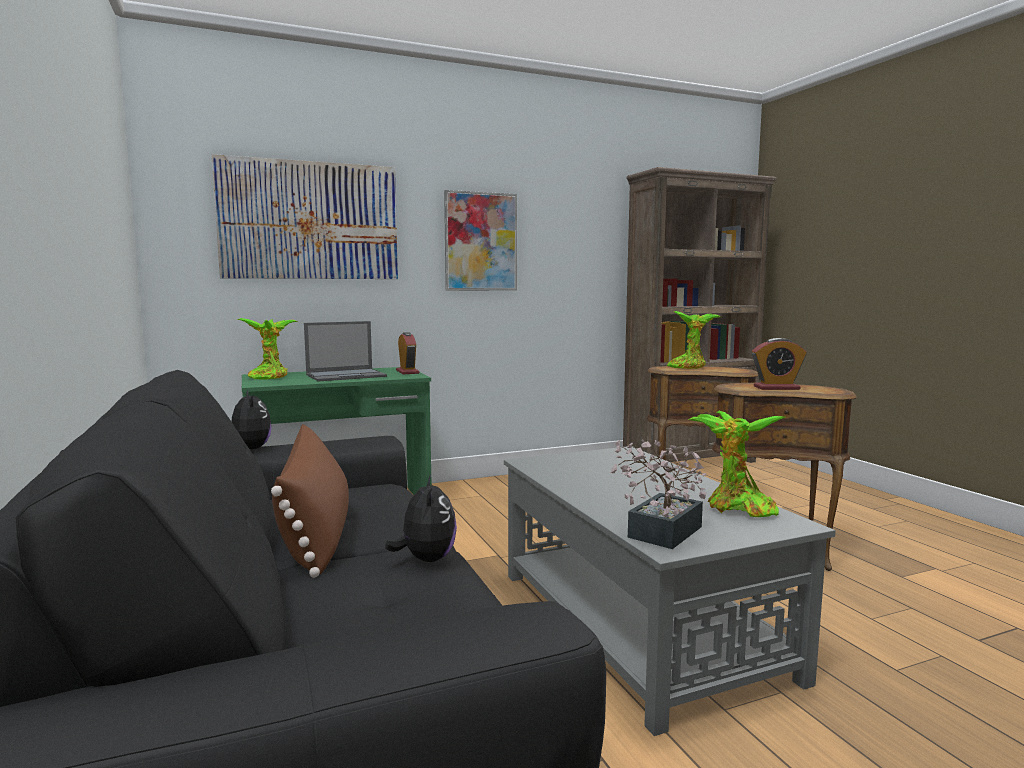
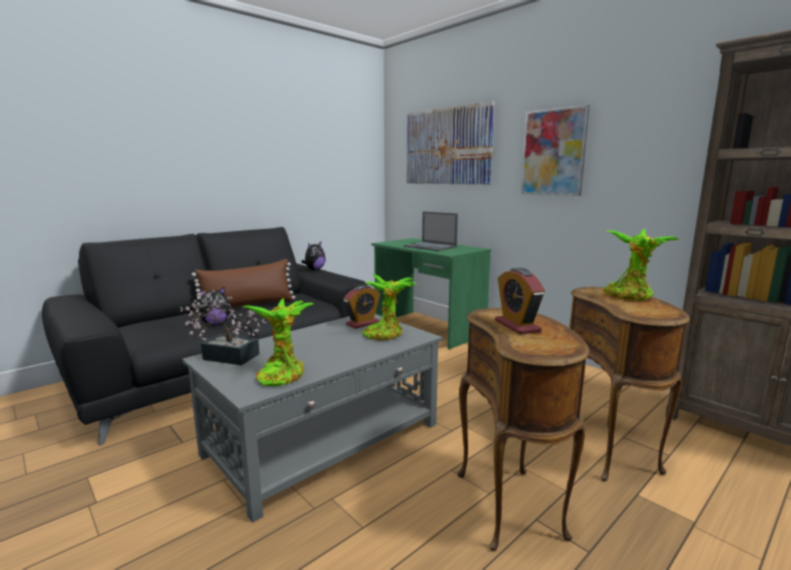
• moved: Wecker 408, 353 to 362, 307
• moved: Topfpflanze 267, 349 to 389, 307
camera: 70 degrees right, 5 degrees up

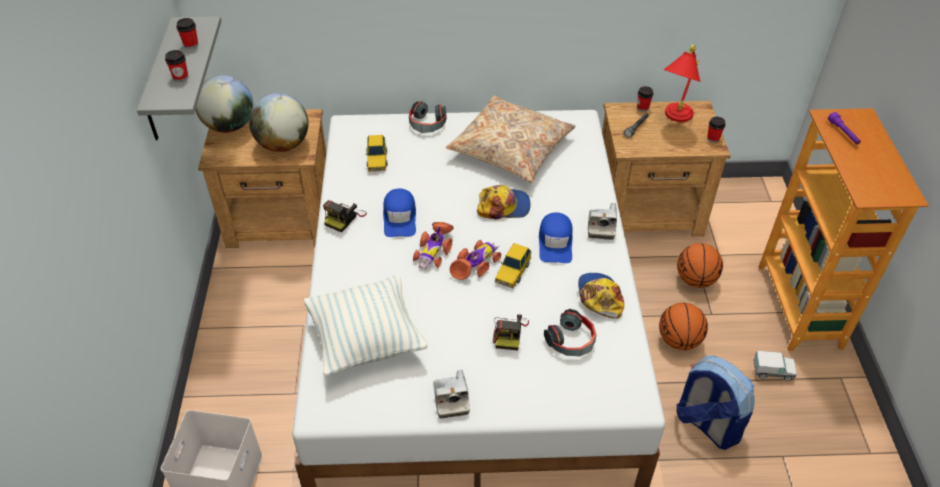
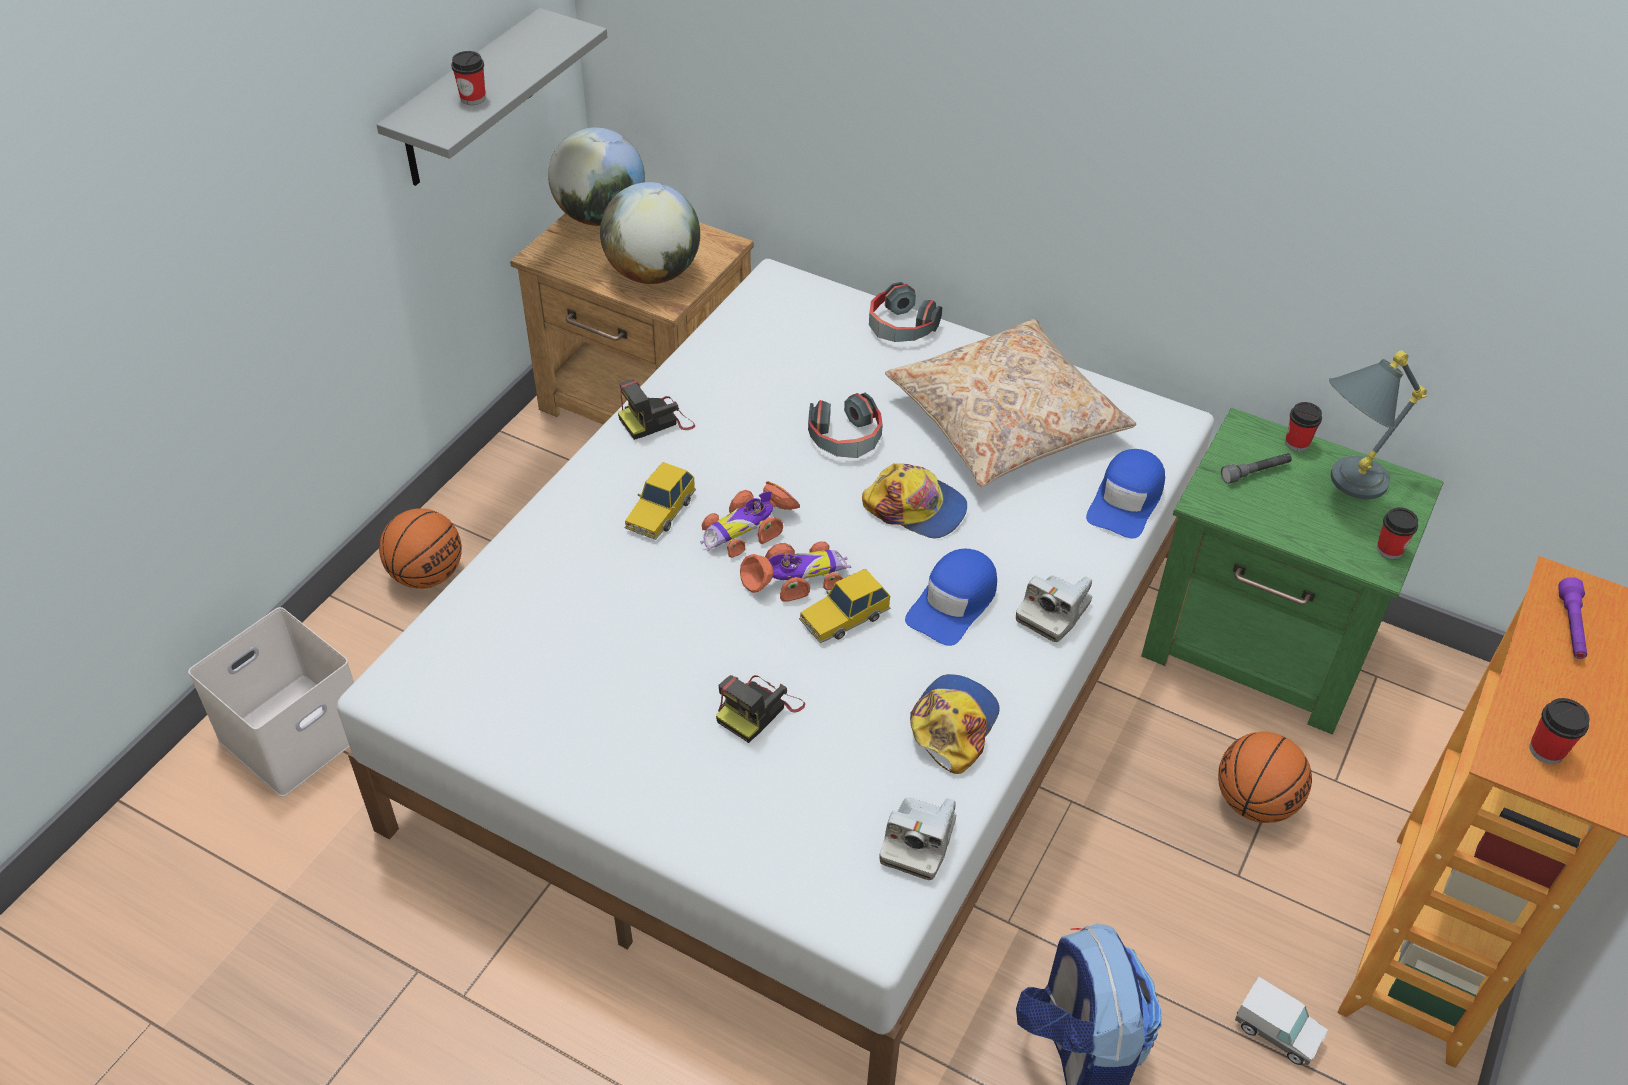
• moved: Basketball 683, 326 to 420, 548
• moved: Spielzeugauto 377, 153 to 660, 501
• moved: Kopfhörer 570, 332 to 845, 425
• moved: Kamera 451, 394 to 918, 838
• moved: Kappe [blau] 399, 212 to 1125, 494
• recoloured: Nachttisch [braun] 666, 168 to Nachttisch [grün] 1292, 571
• recoloured: Tischlampe [rot] 682, 83 to Tischlampe [grau] 1378, 424
• moved: Tasse 187, 33 to 1559, 731
• removed: Kissen 365, 325
camera: 30 degrees right, 0 degrees up

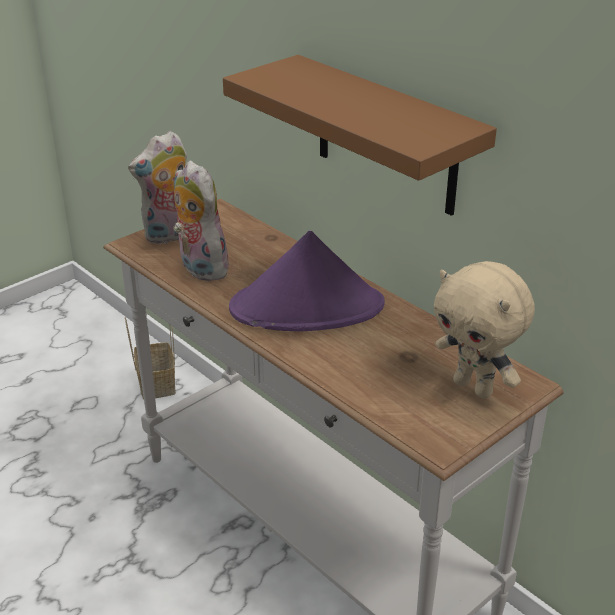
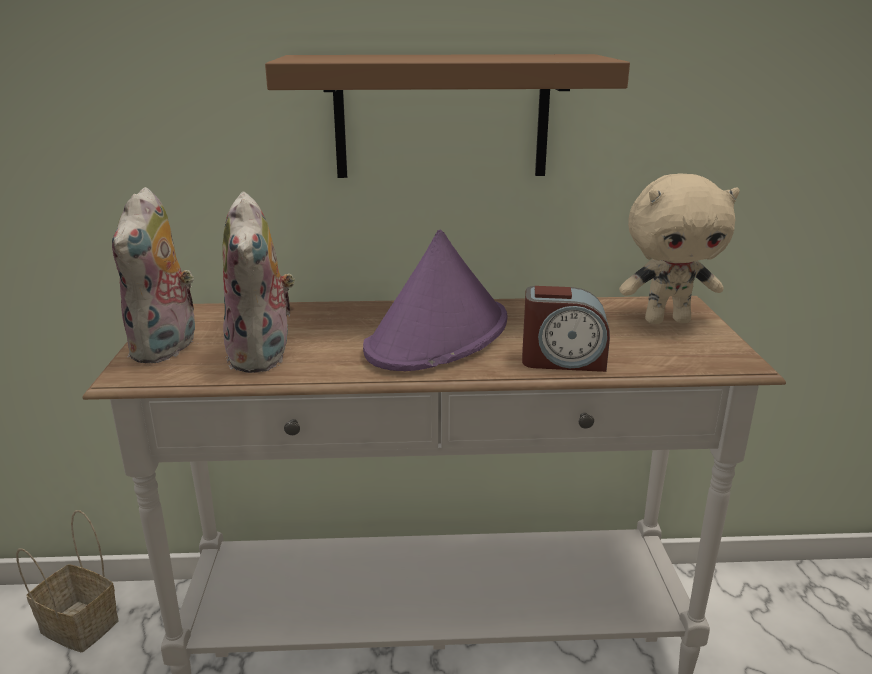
• turned: Plüschtier 201, 221 = 258, 282 105 degrees counterclockwise
• added: Wecker 566, 329
camera: 50 degrees left, 10 degrees down

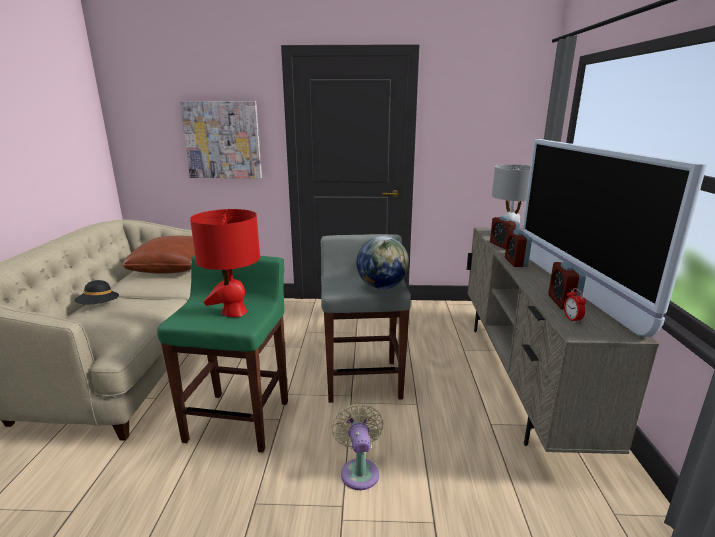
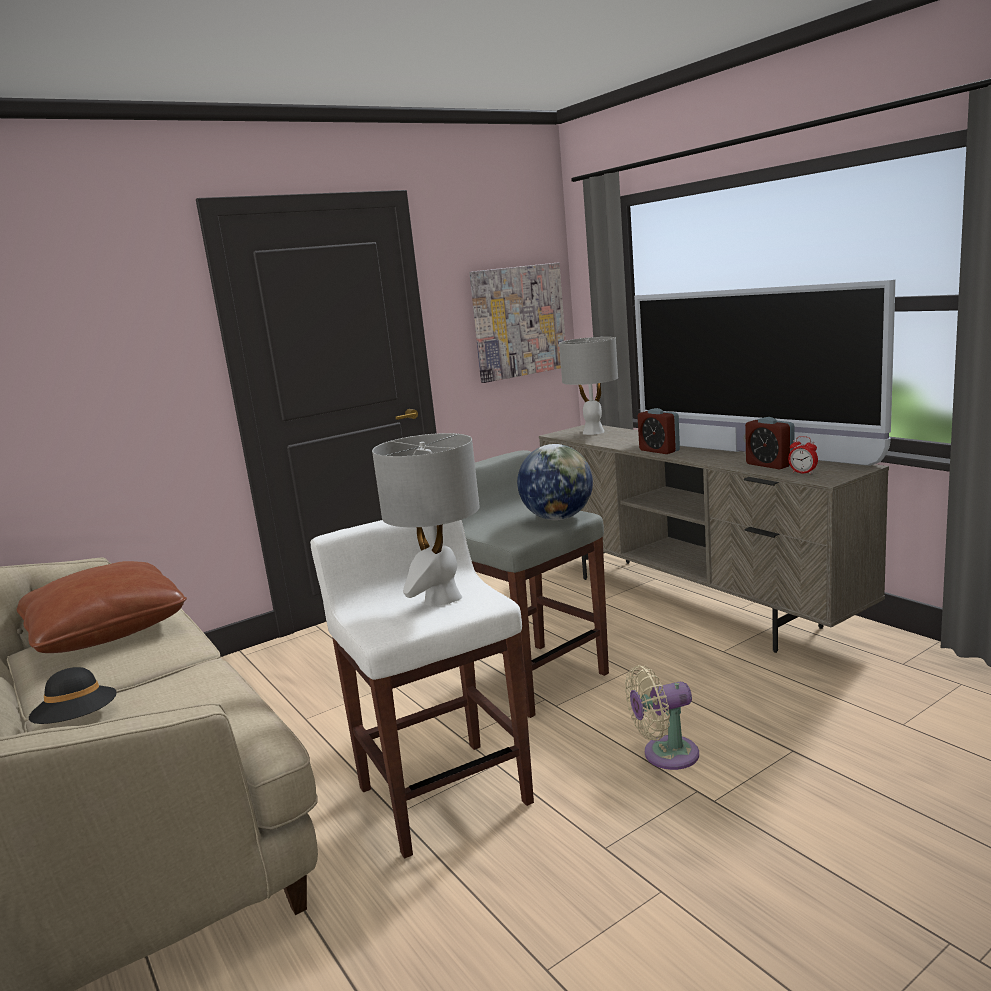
• recoloured: Hocker [grün] 222, 354 to Hocker [weiß] 422, 689
• recoloured: Tischlampe [rot] 225, 263 to Tischlampe [grau] 426, 519
• moved: Bild 221, 139 to 517, 322
• turned: Ventilator [beige] 358, 446 = 662, 717 60 degrees counterclockwise
• removed: Wecker 505, 233
camera: 35 degrees left, 5 degrees down

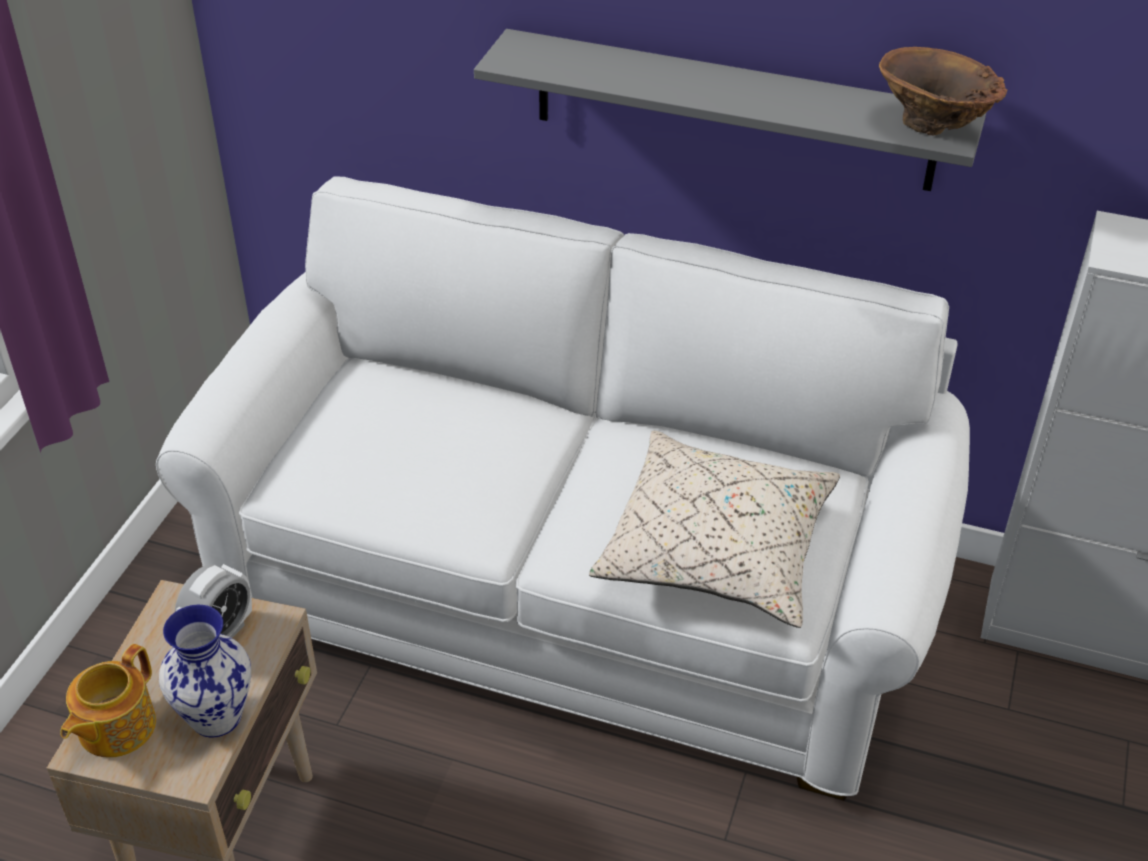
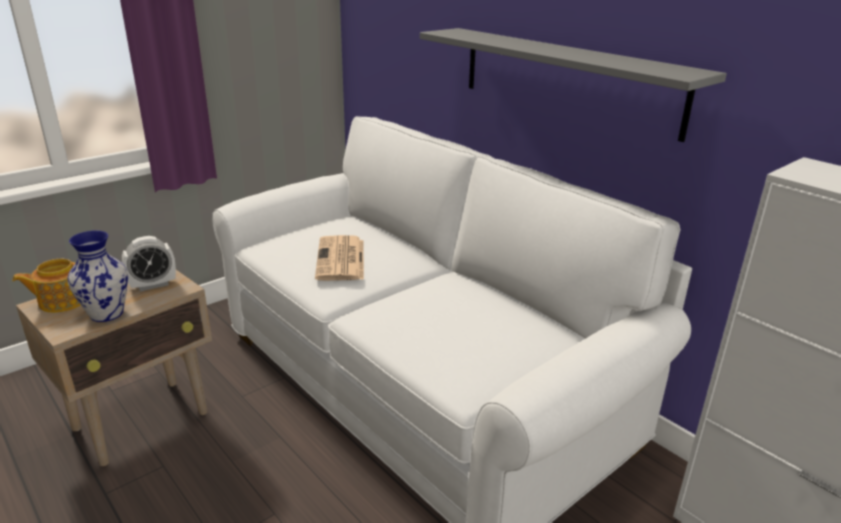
• added: Zeitung 339, 258
• removed: Kissen [beige] 714, 529
• removed: Vase [braun] 943, 91
camera: 30 degrees right, 15 degrees down

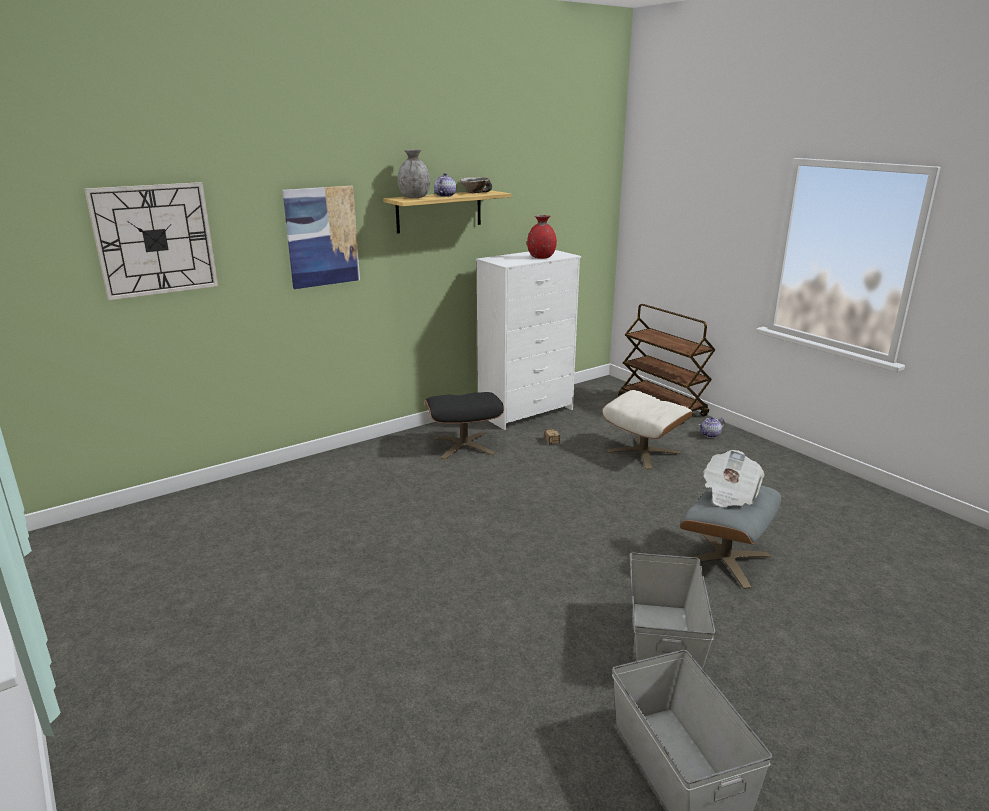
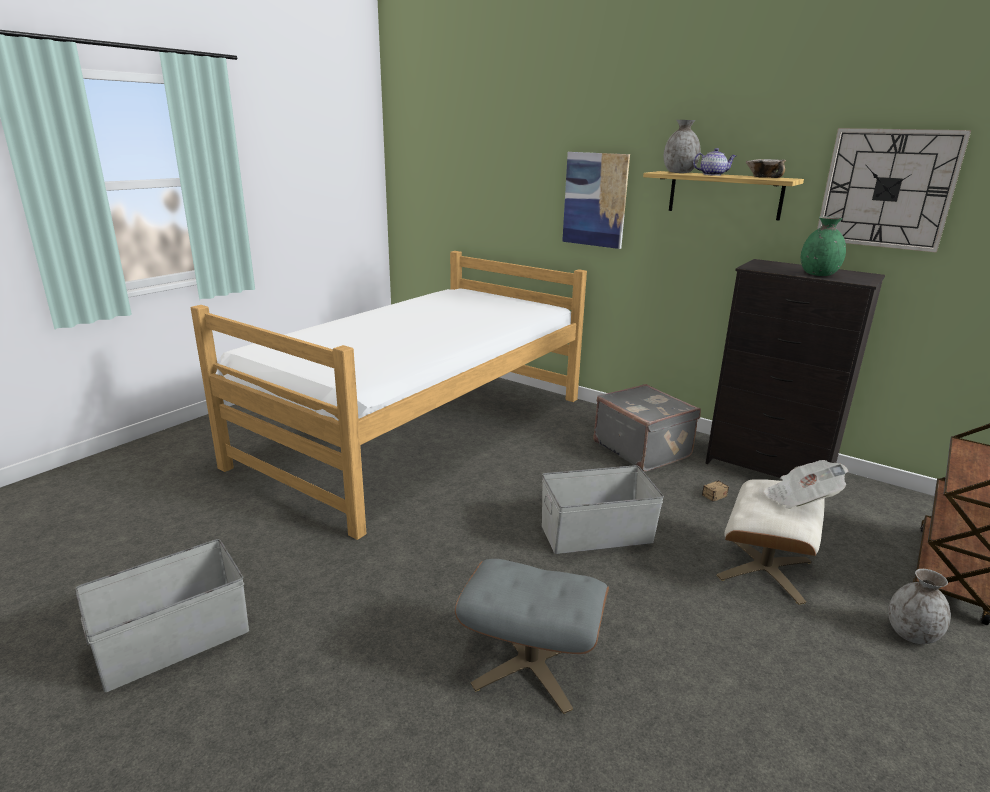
• added: Bett 389, 395
• moved: Aufbewahrungsbox [grau] 672, 611 to 603, 509
• replaced: Polsterhocker [schwarz] 464, 426 to Koffer [grau] 647, 427
• recoloured: Kommode [weiß] 528, 340 to Kommode [schwarz] 795, 368
• moved: Zeitung 733, 478 to 806, 484
• recoloured: Vase [rot] 542, 237 to Vase [grün] 823, 246
• moved: Wanduhr 151, 241 to 894, 190
• replaced: Teekanne 712, 427 to Vase [grau] 919, 606
camera: 70 degrees right, 0 degrees up

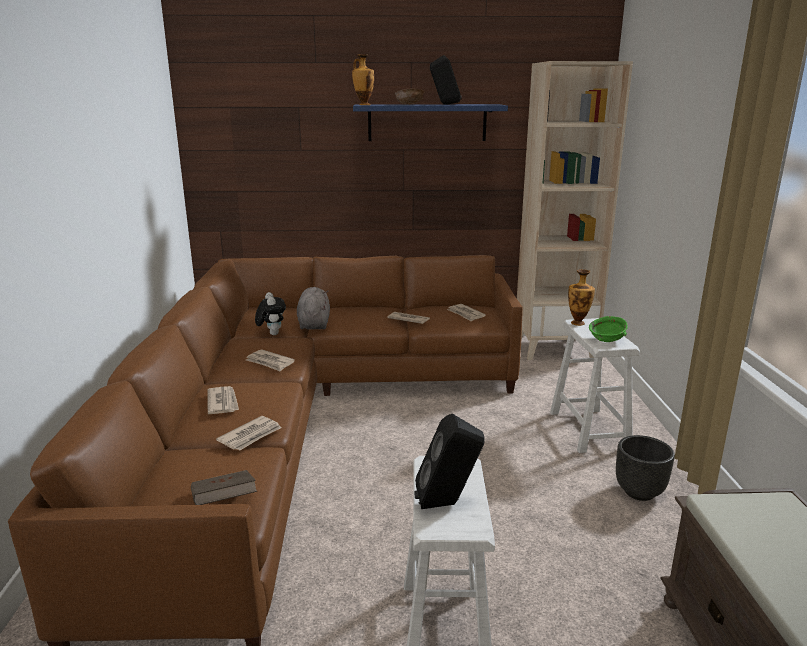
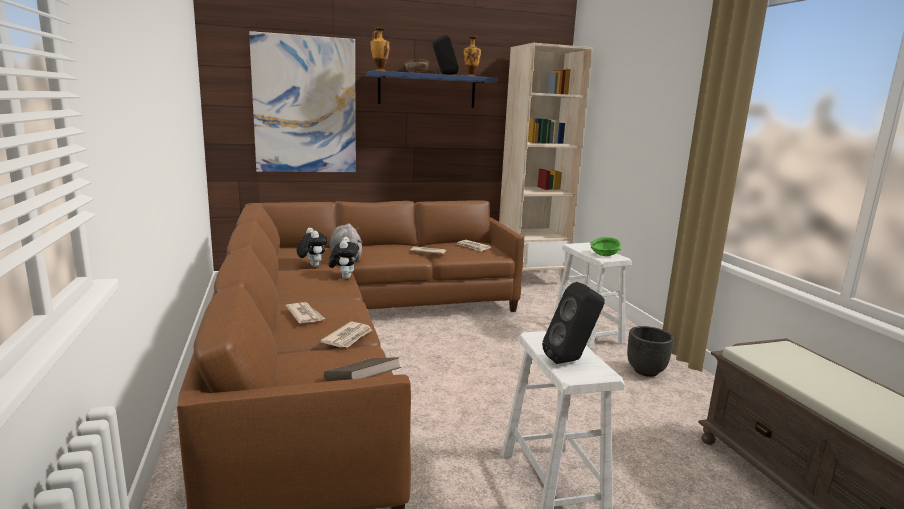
• added: Bild 302, 101
• added: Plüschtier 344, 258
• moved: Vase 581, 297 to 472, 56
• removed: Zeitung 270, 360
camera: 15 degrees left, 5 degrees down

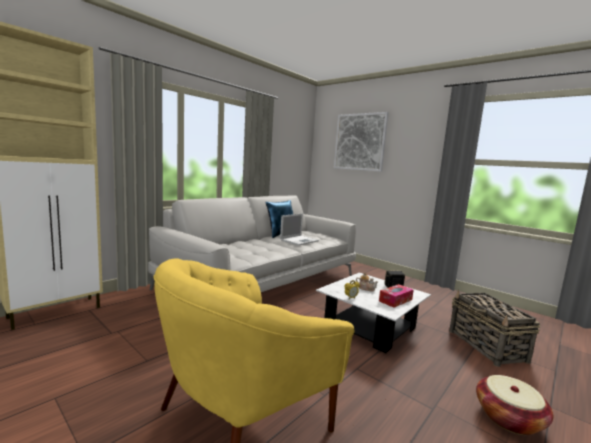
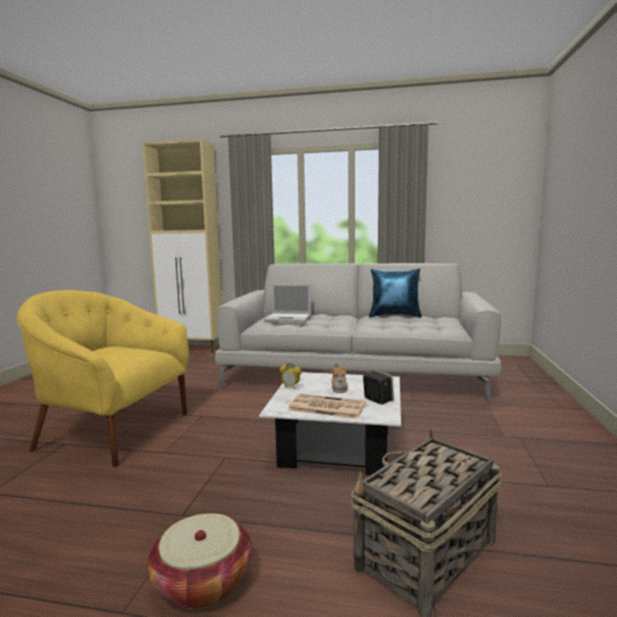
• moved: Laptop 299, 229 to 287, 303
• replaced: Taschentuchbox 396, 296 to Zeitung 327, 406
• removed: Bild 361, 142
camera: 60 degrees right, 0 degrees up

